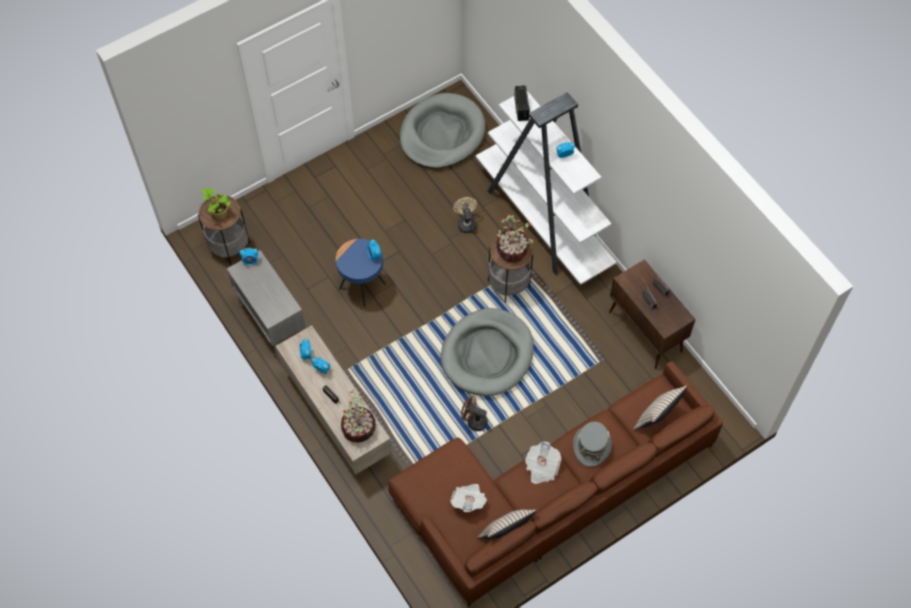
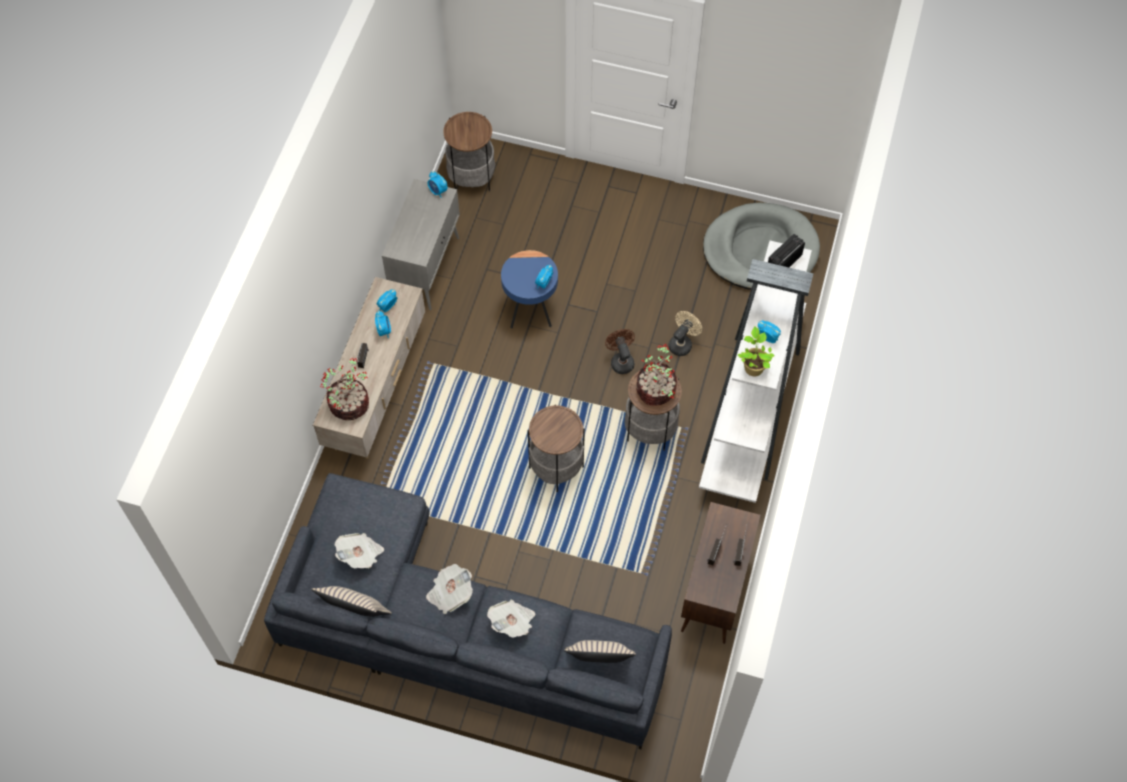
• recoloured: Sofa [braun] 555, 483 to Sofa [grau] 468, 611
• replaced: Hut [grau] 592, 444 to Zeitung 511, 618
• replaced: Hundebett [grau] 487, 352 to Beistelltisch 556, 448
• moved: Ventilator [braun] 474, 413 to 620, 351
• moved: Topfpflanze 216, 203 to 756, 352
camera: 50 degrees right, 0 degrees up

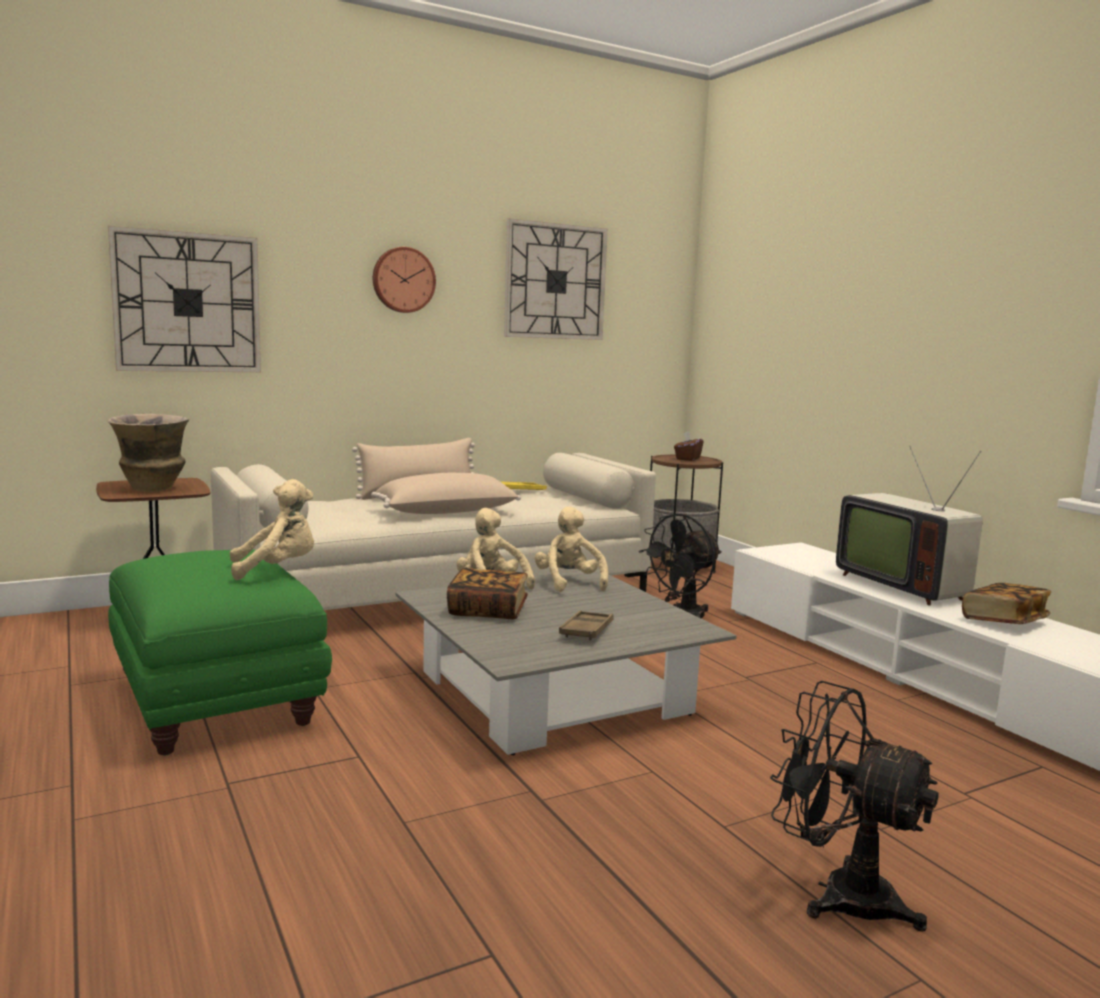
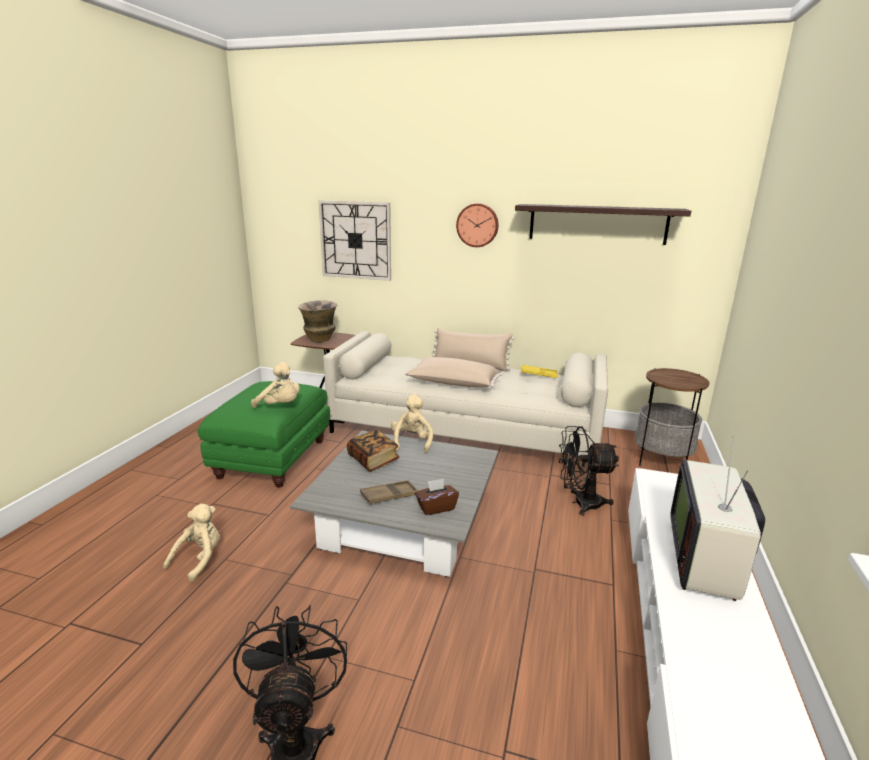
• moved: Plüschtier [beige] 571, 549 to 191, 543
• moved: Taschentuchbox [braun] 689, 446 to 437, 497
• replaced: Wanduhr 556, 279 to Wandregal 603, 224
• removed: Buch 1006, 603
camera: 45 degrees right, 10 degrees up

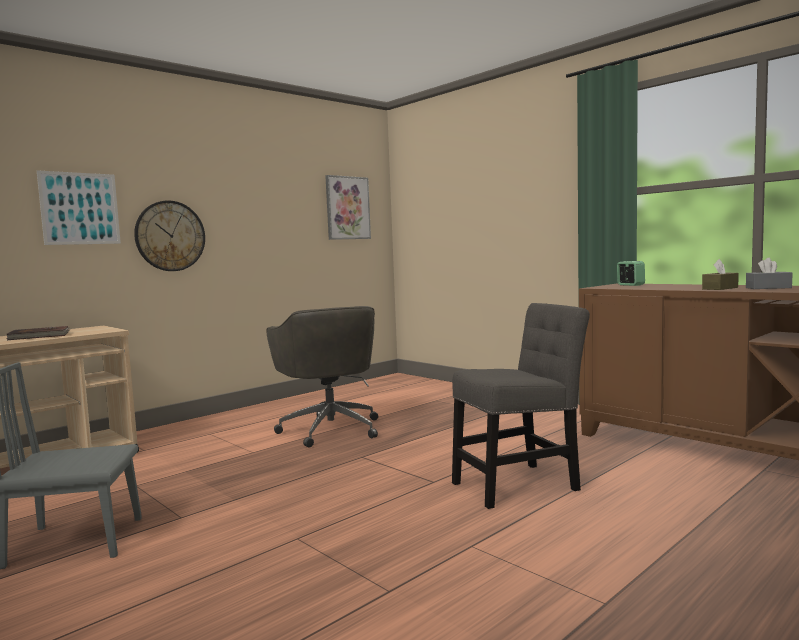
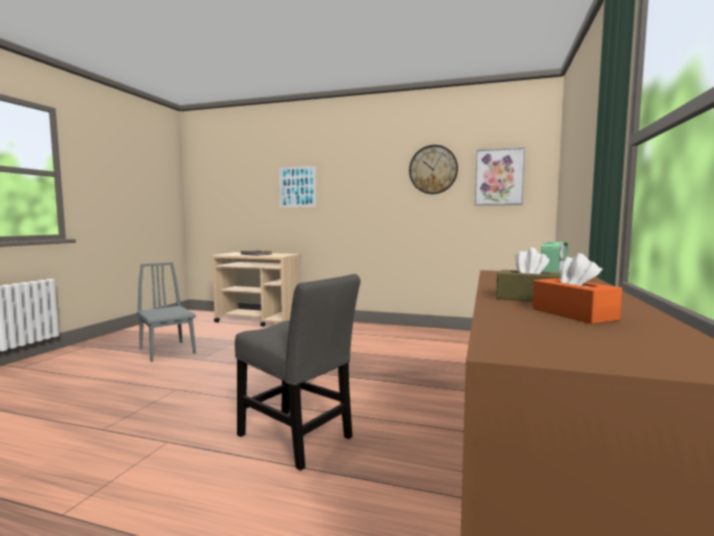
• moved: Wanduhr 169, 235 to 433, 169
• recoloured: Taschentuchbox [grau] 769, 273 to Taschentuchbox [orange] 577, 288
• removed: Bürostuhl [grau] 322, 376
camera: 60 degrees right, 0 degrees up

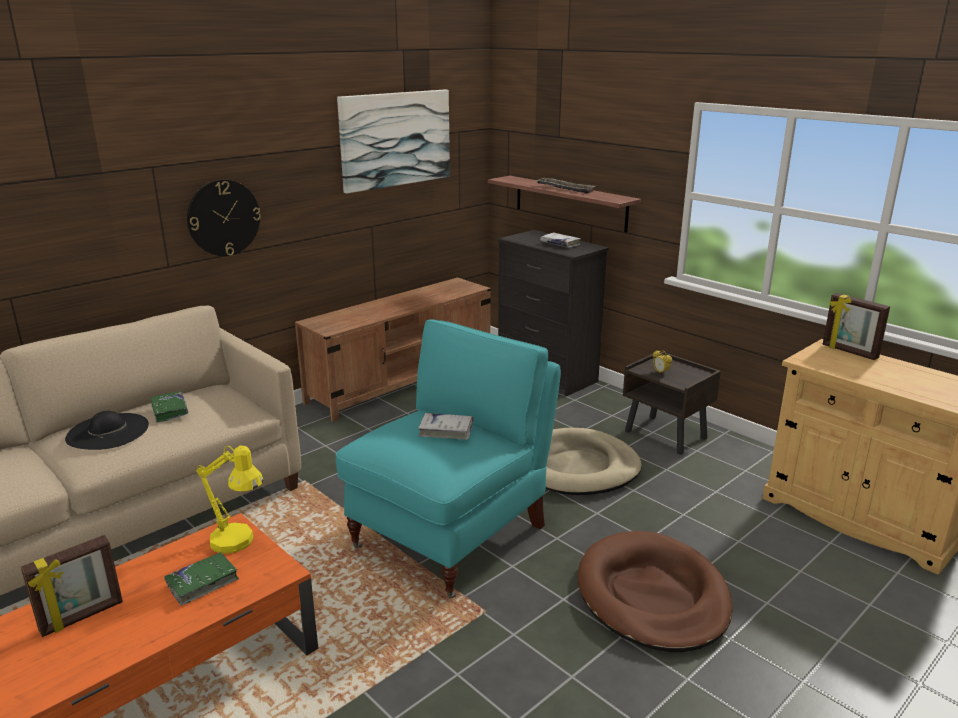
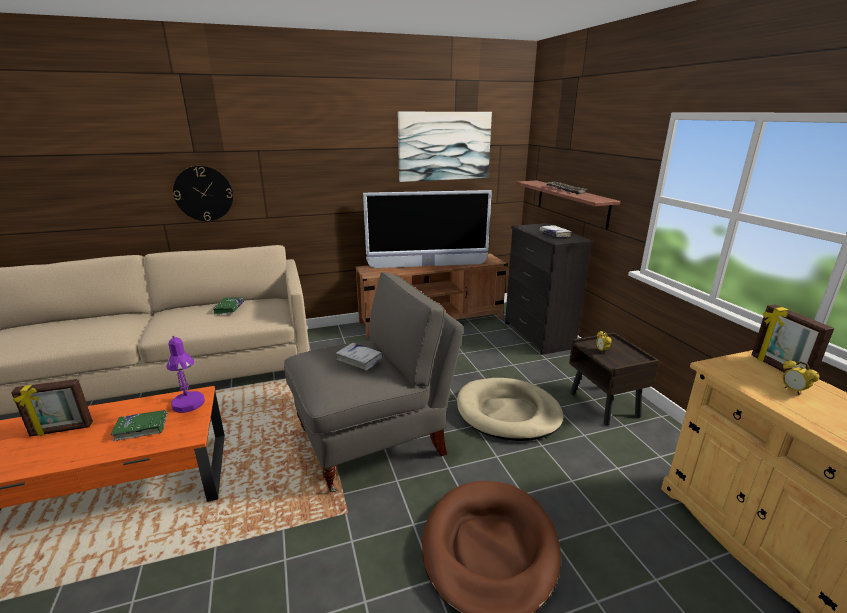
• recoloured: Tischlampe [gelb] 230, 500 to Tischlampe [lila] 185, 374
• moved: Wanduhr 224, 217 to 203, 193
• recoloured: Sessel [türkis] 448, 459 to Sessel [grau] 373, 382
• added: Fernseher 427, 229
• added: Wecker 800, 377
• removed: Hut [schwarz] 107, 430
camera: 25 degrees right, 0 degrees up

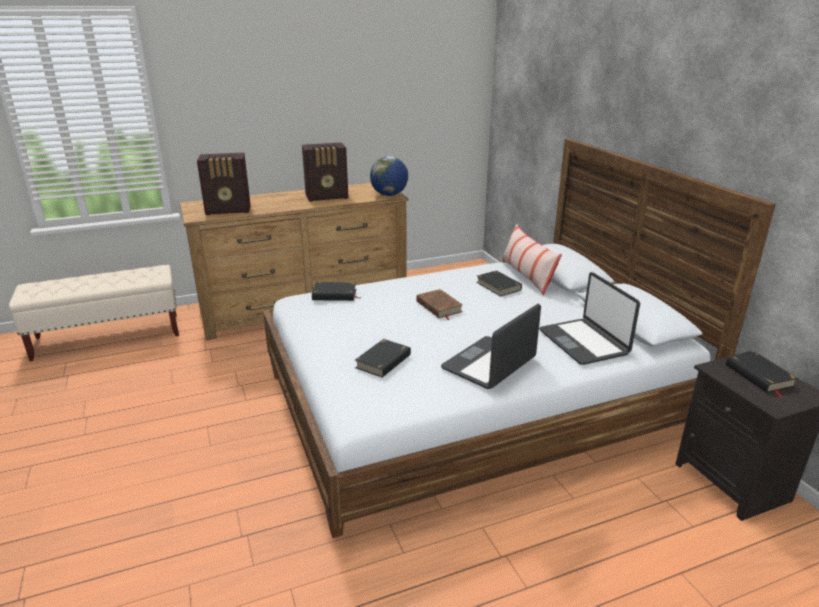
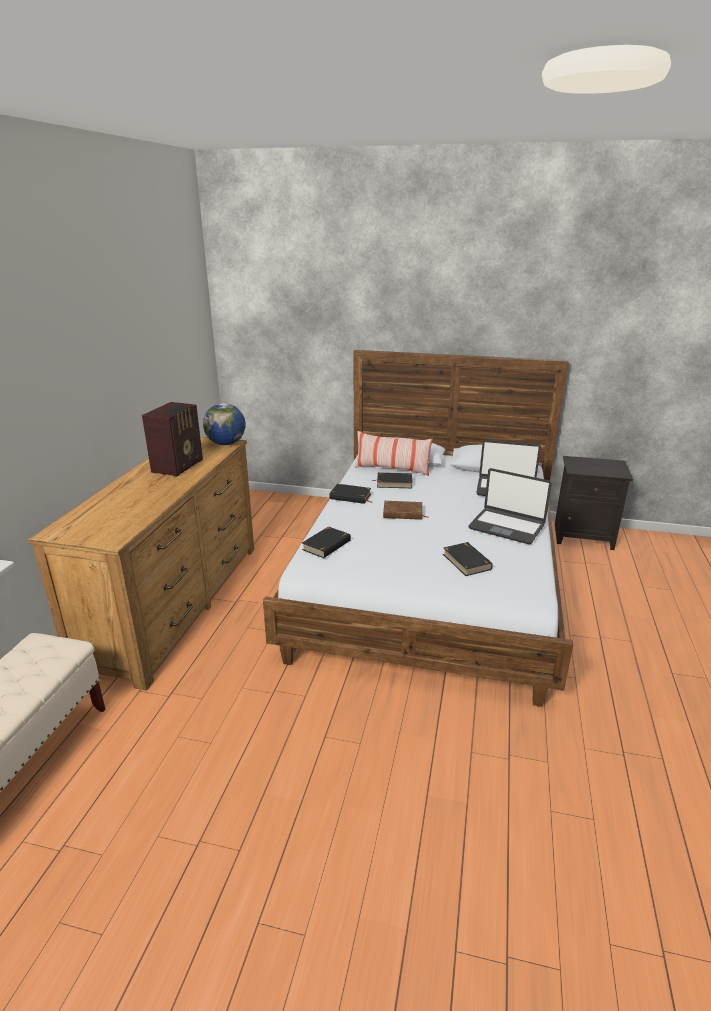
• moved: Buch [schwarz] 762, 374 to 351, 494
• turned: Laptop 491, 346 = 510, 506 45 degrees counterclockwise
• removed: Radio 224, 184
camera: 55 degrees left, 0 degrees up

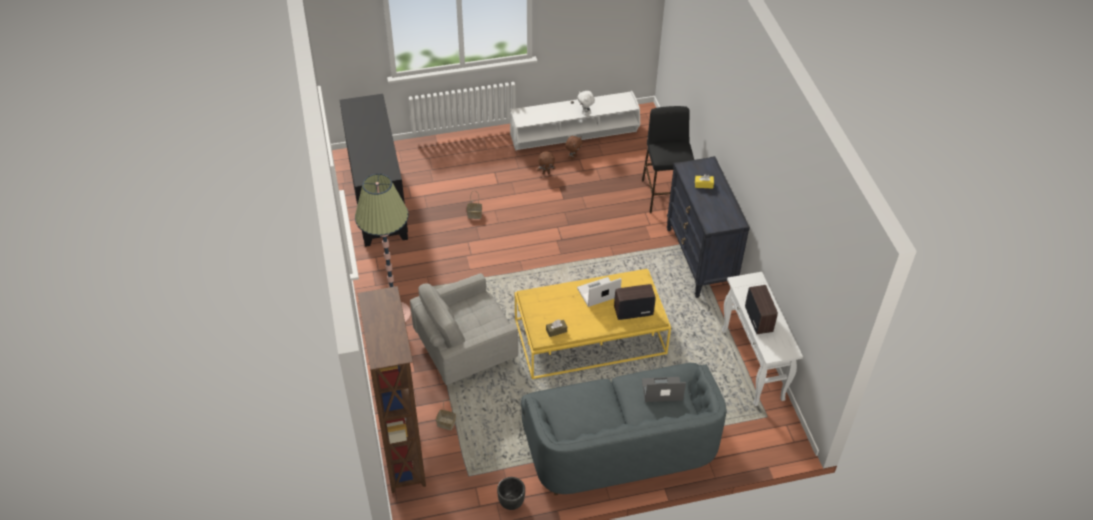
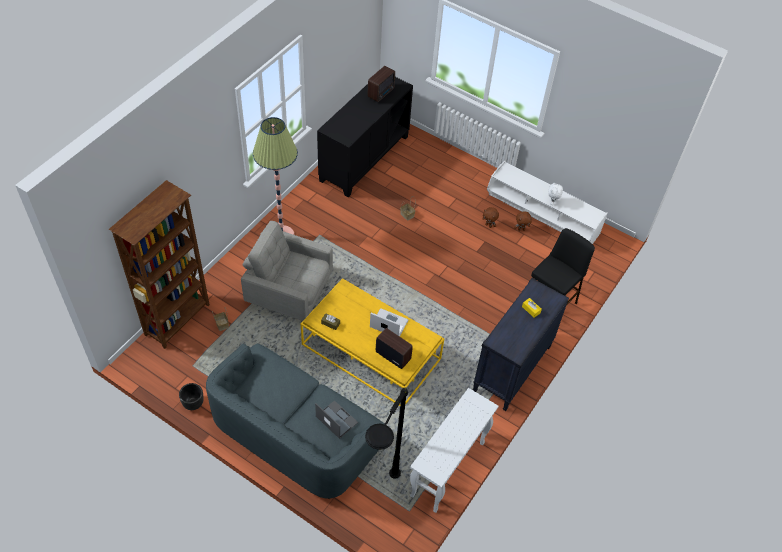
• added: Stehlampe [schwarz] 386, 433
• moved: Radio 761, 309 to 381, 84
camera: 45 degrees right, 5 degrees up

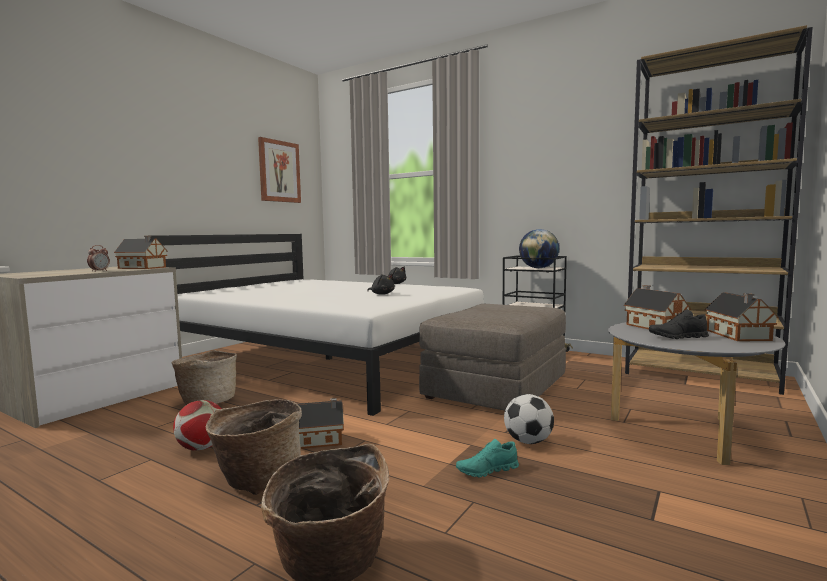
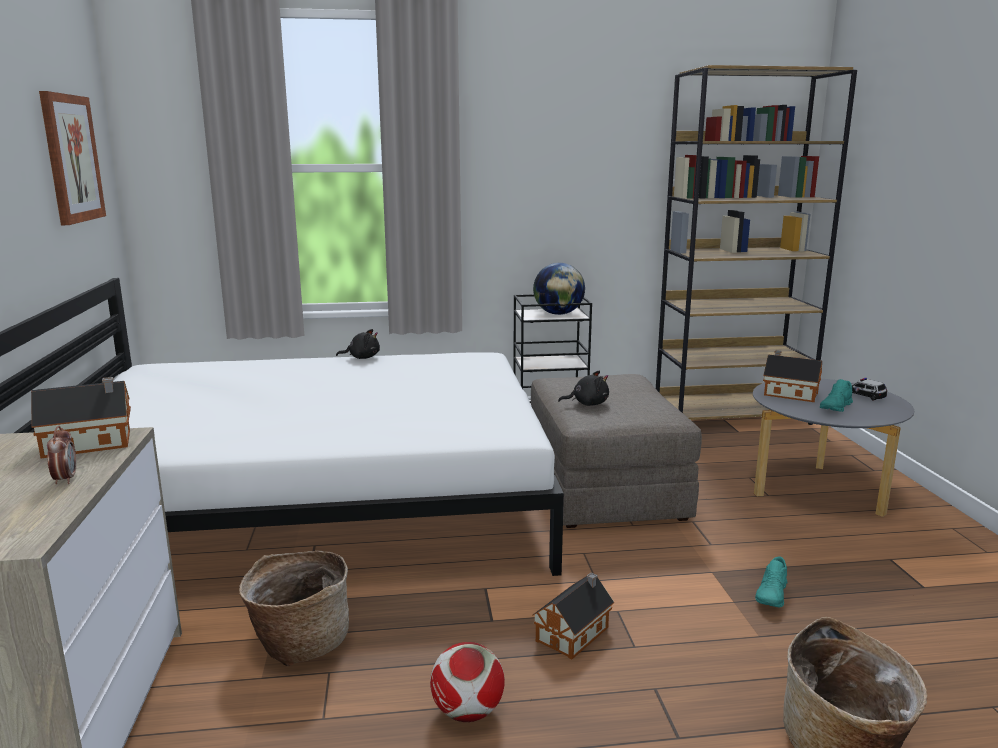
• moved: Plüschtier [schwarz] 381, 284 to 583, 388
• recoloured: Schuh [schwarz] 679, 324 to Schuh [türkis] 836, 395
• replaced: Spielzeughaus 742, 316 to Spielzeugauto 869, 389
• removed: Korb 254, 447
• removed: Fußball 529, 419
camera: 40 degrees left, 10 degrees up

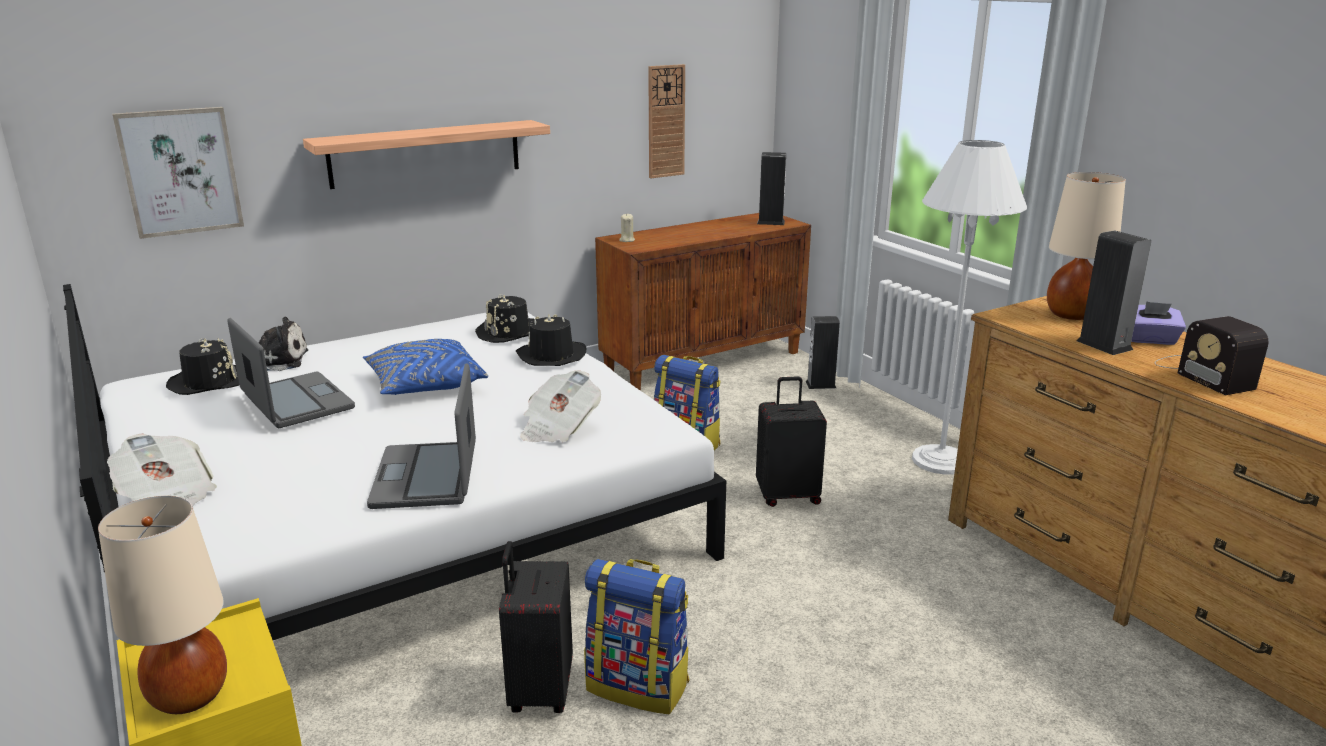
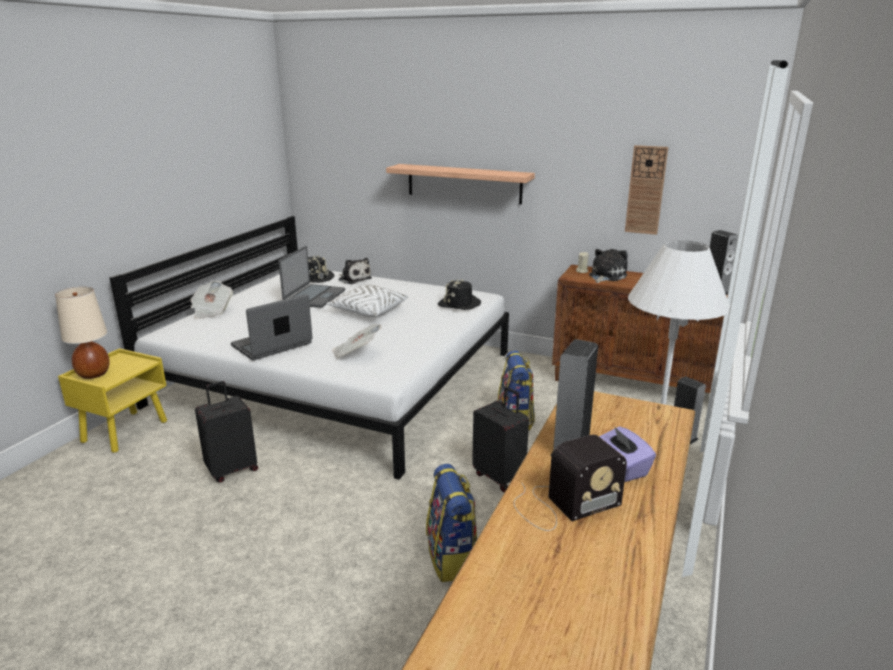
• recoloured: Kissen [blau] 425, 367 to Kissen [weiß] 367, 301
• moved: Rucksack 636, 636 to 451, 523
• turned: Radio 1212, 355 = 570, 483 150 degrees counterclockwise
• added: Plüschtier 608, 266
• removed: Bild 178, 173
• removed: Hut [schwarz] 551, 340
• removed: Tischlampe [beige] 1086, 246
camera: 55 degrees right, 0 degrees up

